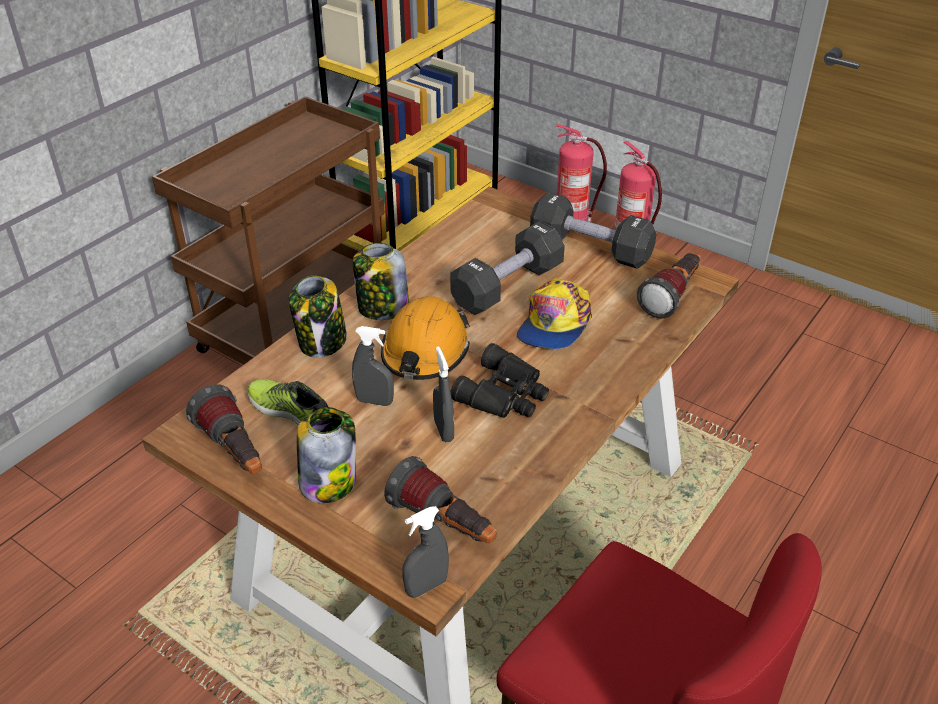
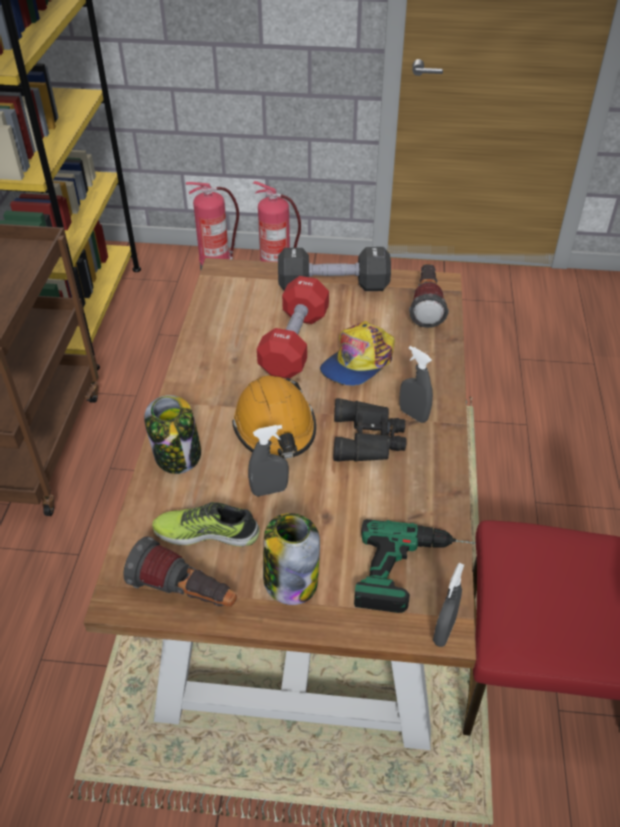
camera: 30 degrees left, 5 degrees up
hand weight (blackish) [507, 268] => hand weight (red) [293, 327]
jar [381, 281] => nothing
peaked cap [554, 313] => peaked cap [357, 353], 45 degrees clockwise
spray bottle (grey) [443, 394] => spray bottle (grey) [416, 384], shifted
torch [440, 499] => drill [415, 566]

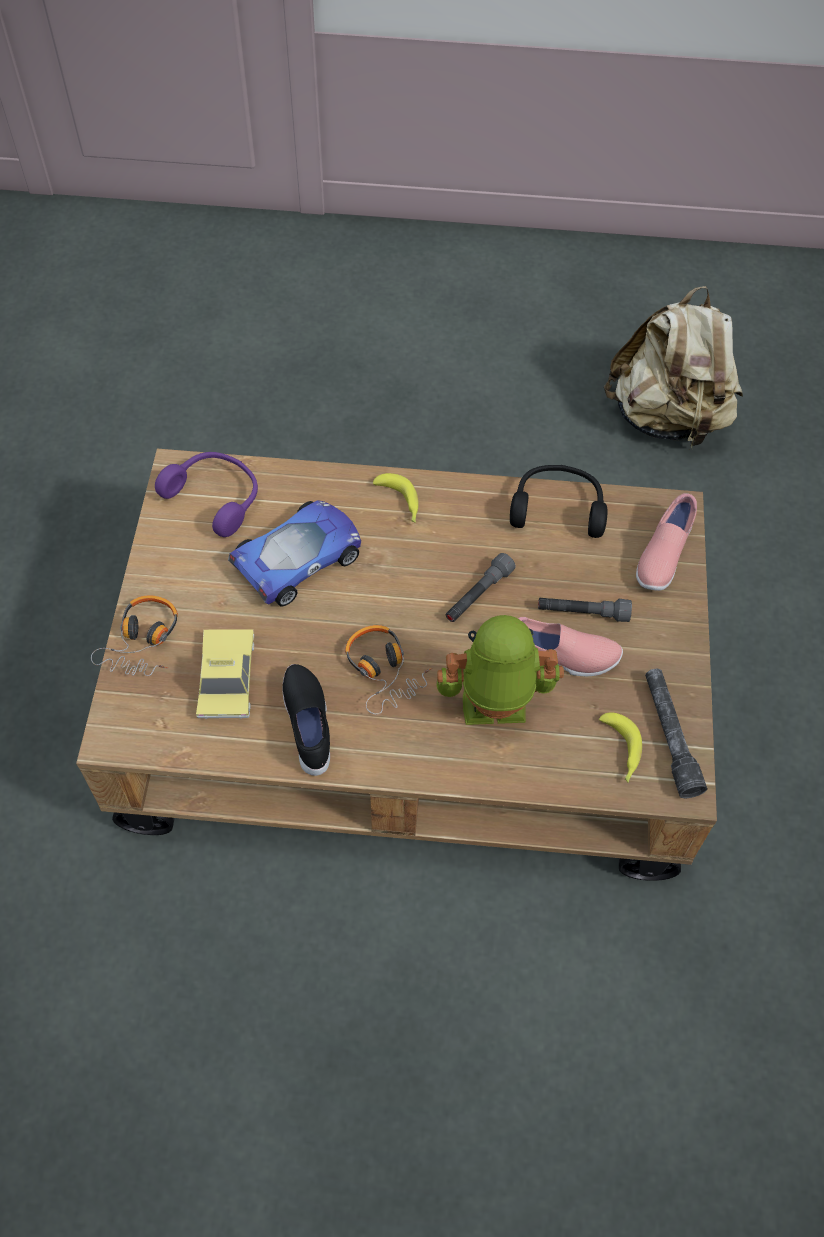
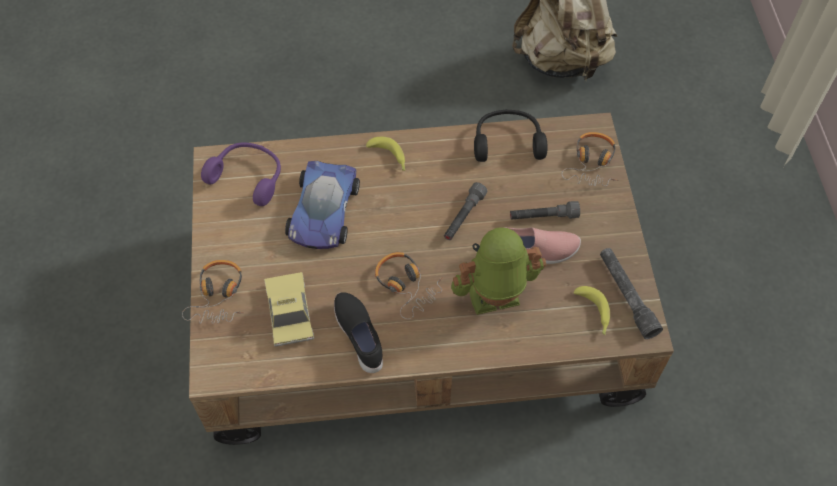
camera: 10 degrees left, 0 degrees up
low shoe (pinkish) [666, 542] => pair of headphones [589, 159]
toy car [294, 553] => toy car [322, 205], 150 degrees clockwise

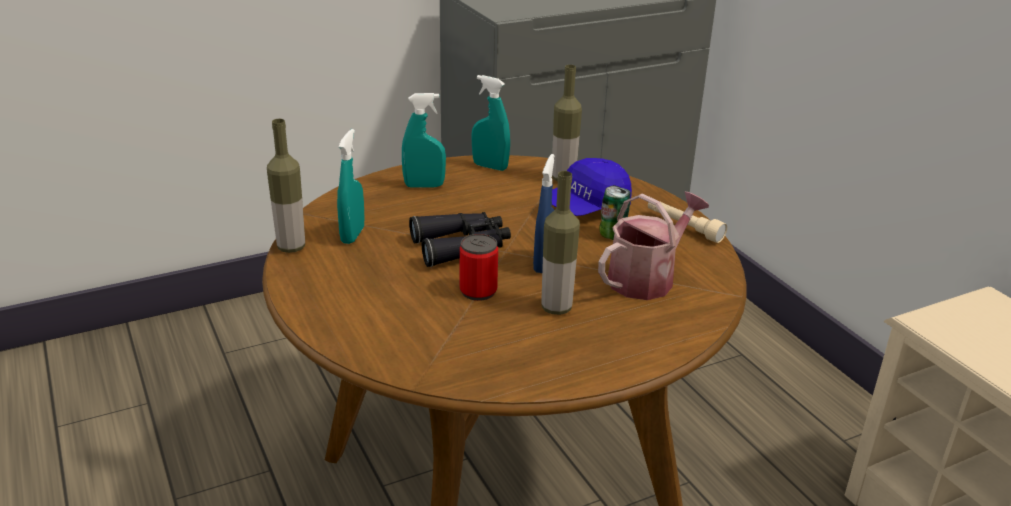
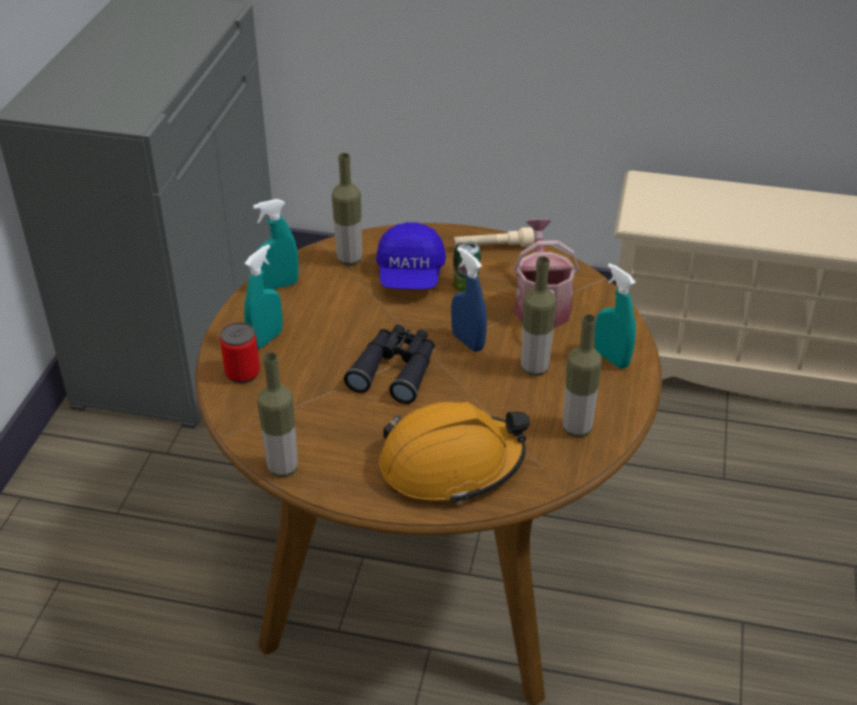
camera: 50 degrees left, 10 degrees up
spray bottle (turquoise) [350, 186] => spray bottle (turquoise) [615, 316], shifted
can [479, 267] => can [240, 352], shifted
nothing => drink bottle [582, 375]
nothing => work helmet (orange) [454, 453]

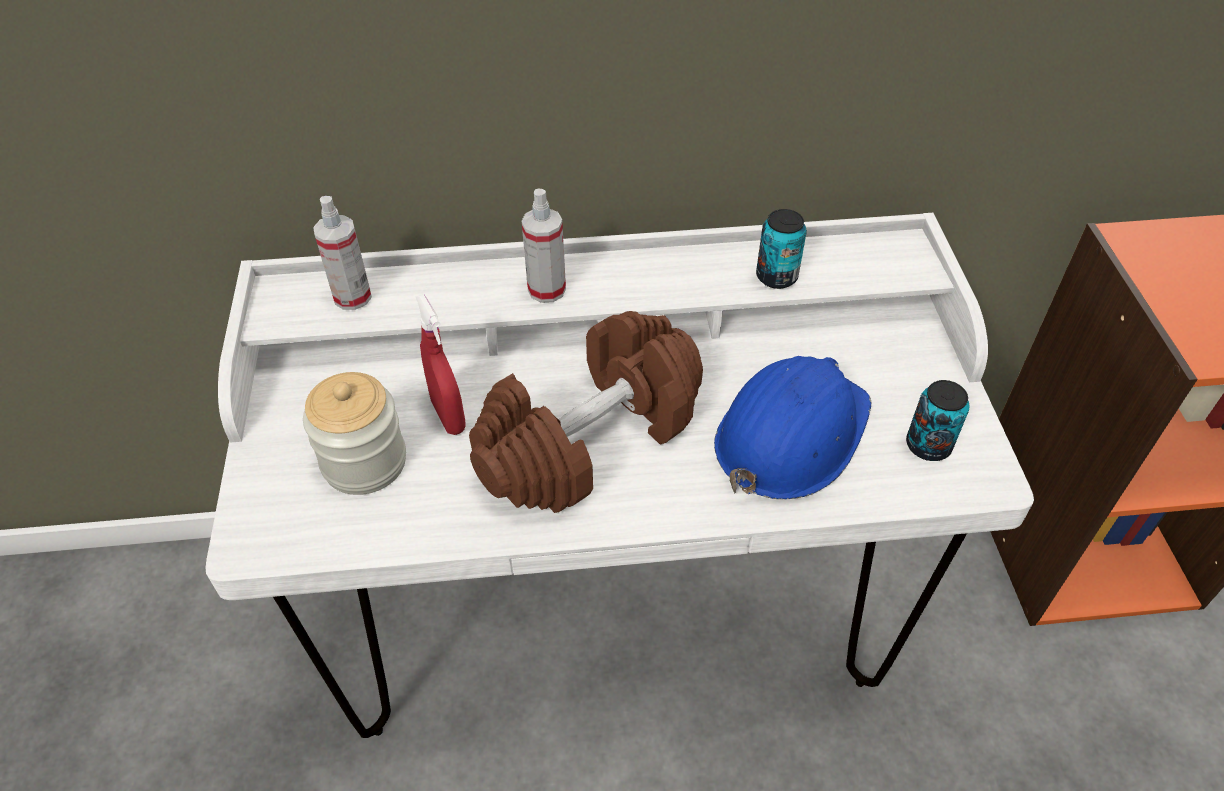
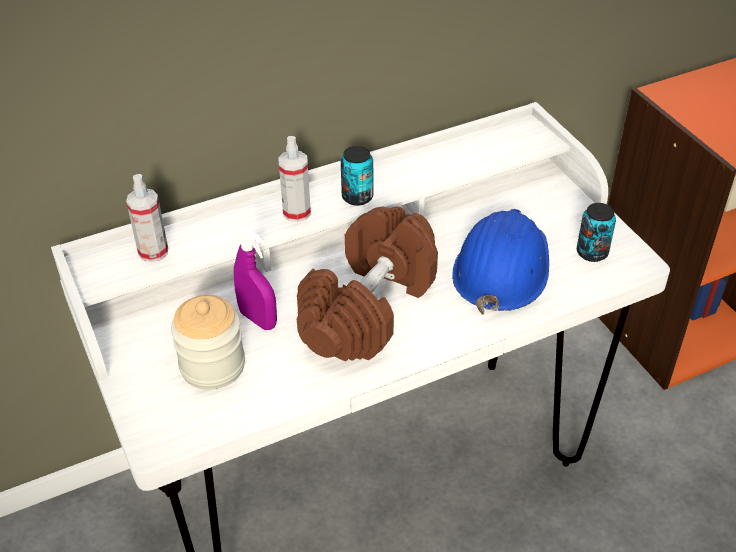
camera: 20 degrees left, 5 degrees down
can [781, 249] => can [357, 176], shifted
spray bottle (red) [441, 364] => spray bottle (purplish) [255, 277]

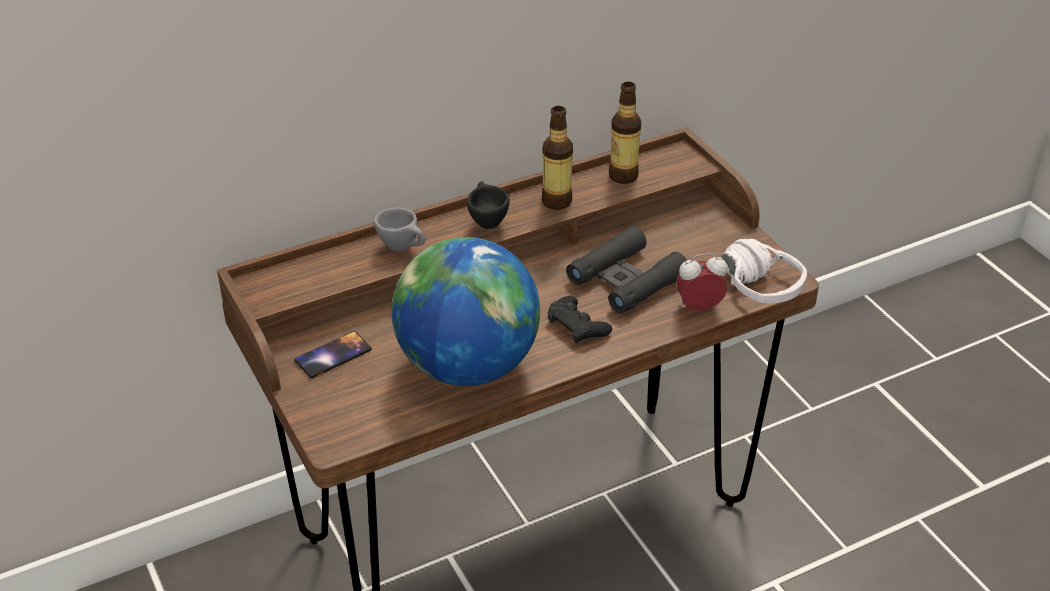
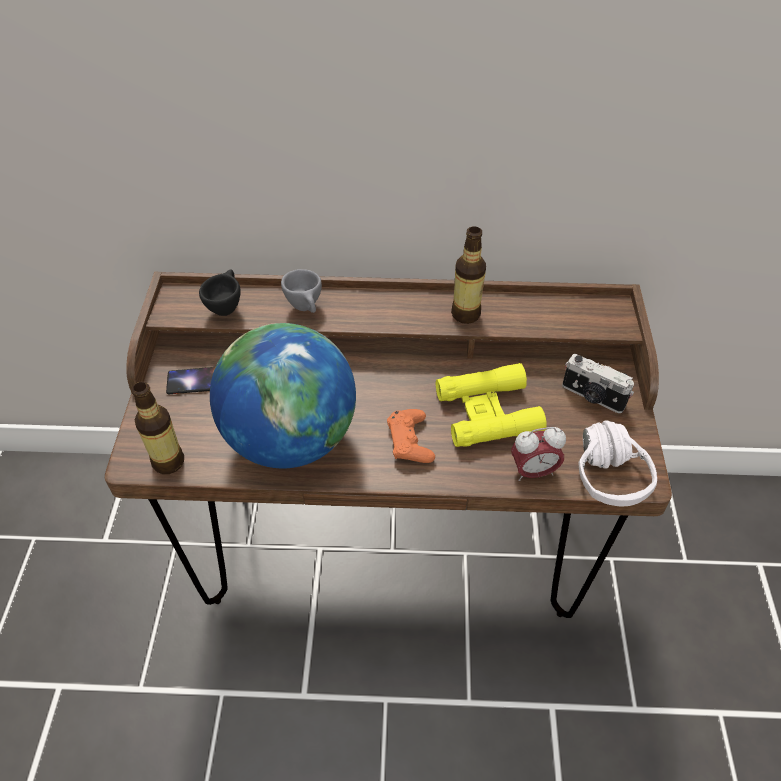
camera: 30 degrees right, 10 degrees up
drink bottle [625, 133] => drink bottle [157, 428], shifted
cup (blackish) [488, 205] => cup (blackish) [220, 292], shifted
field glasses (blackish) [626, 270] => field glasses (yellow) [491, 405]
bedside clock [702, 282] => bedside clock [538, 454], 150 degrees clockwise
joypad (blackish) [579, 319] => joypad (orange) [411, 436]
nothing => still camera [598, 383]

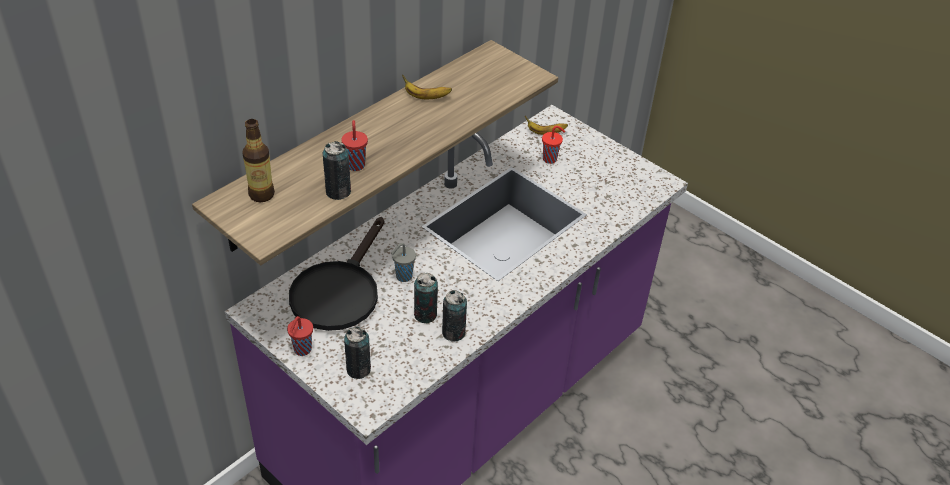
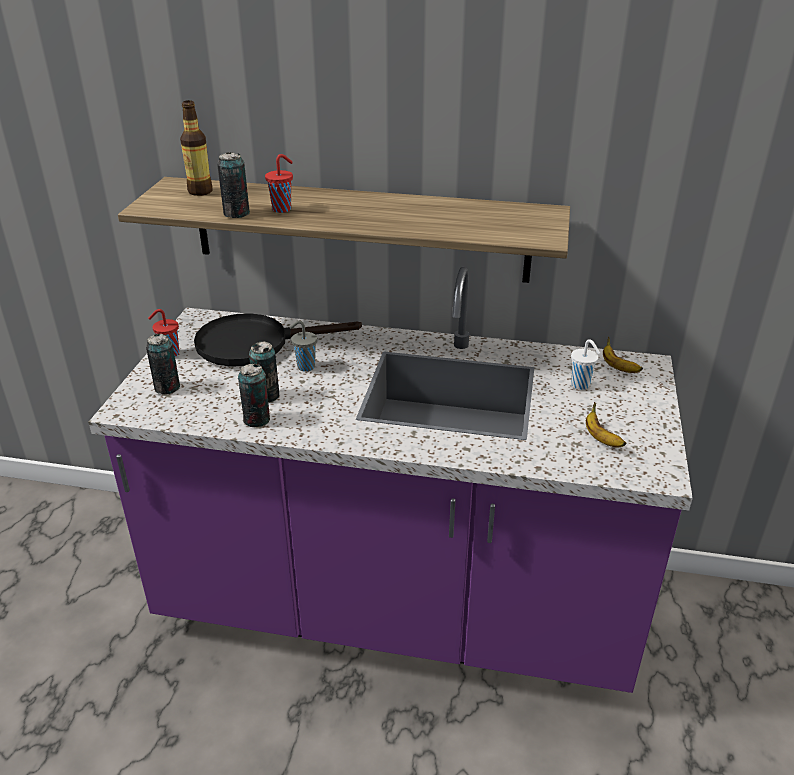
camera: 60 degrees right, 10 degrees down
banana fruit [427, 87] => banana fruit [606, 424], shifted
cup (red) [553, 145] => cup (white) [585, 364]

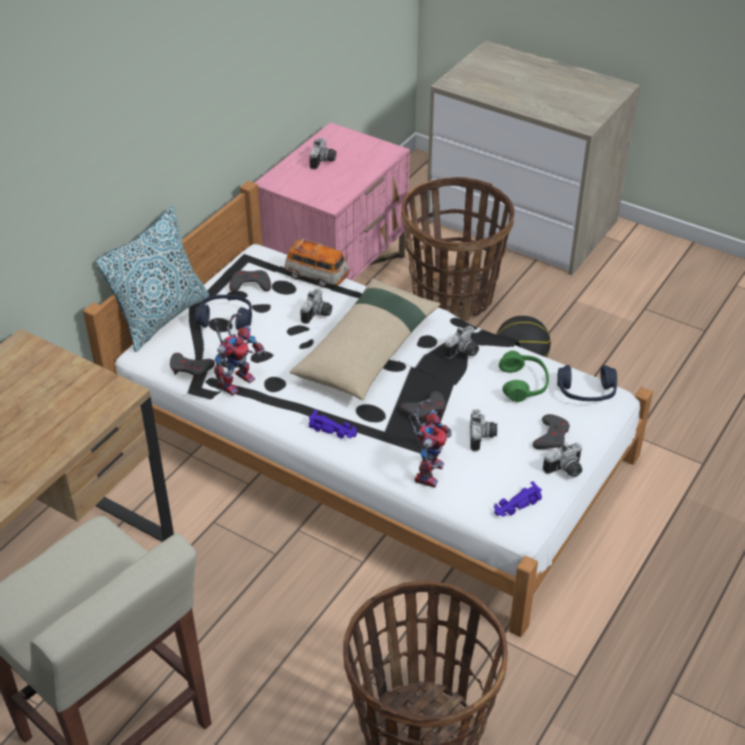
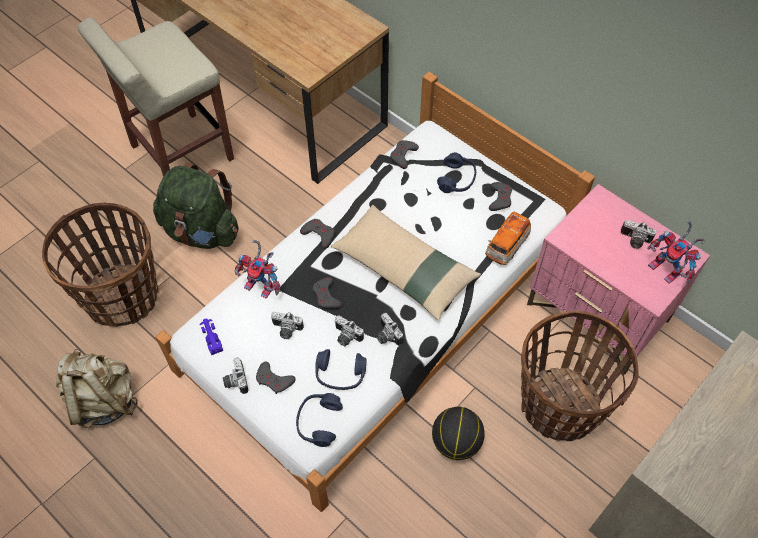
camera: 100 degrees right, 15 degrees up
throw pillow [152, 279] => nothing
still camera [316, 306] => still camera [349, 331], shifted
toy robot [239, 354] => toy robot [676, 252], shifted
pair of headphones (green) [524, 376] => pair of headphones (bluish) [341, 369]
toy car (purplish) [333, 424] => joypad (grey) [317, 234]
nothing => backpack (green) [195, 206]
nothing => backpack (beige-coloured) [97, 388]

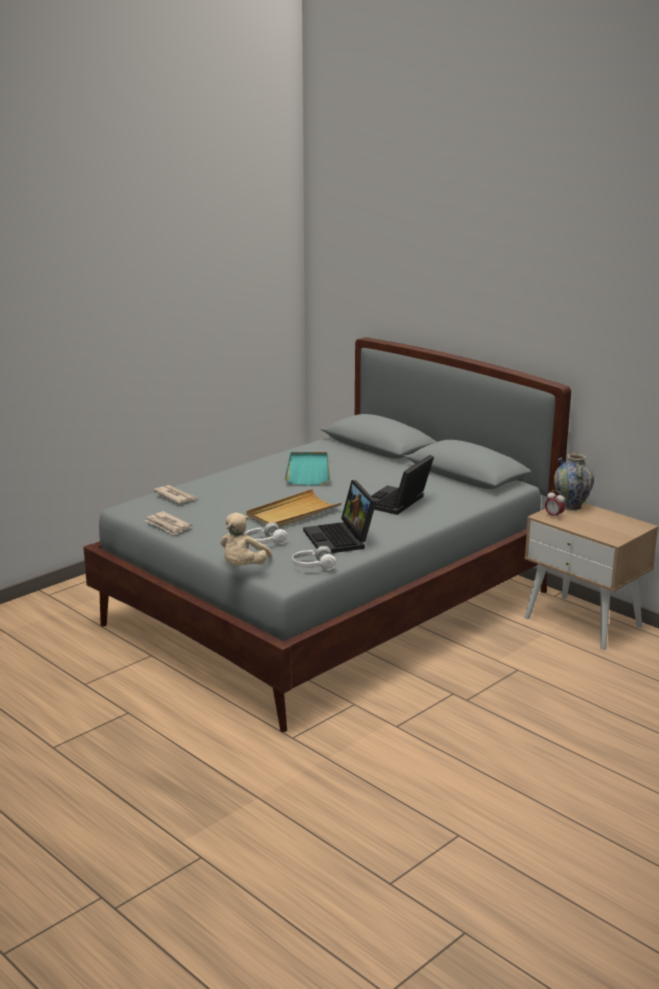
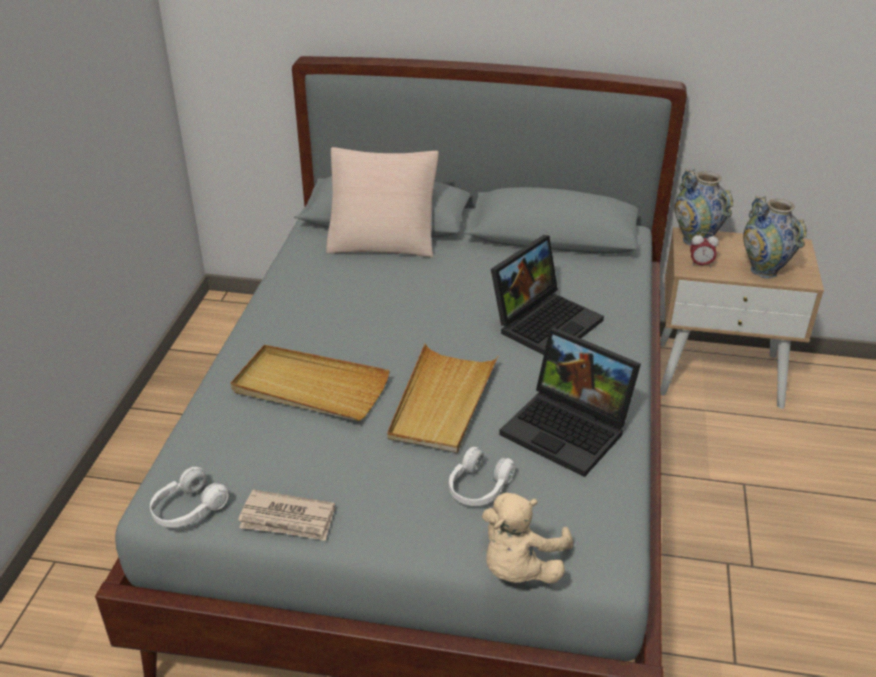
camera: 35 degrees left, 15 degrees up
tray (turquoise) [307, 469] => nothing
notebook computer [402, 485] => notebook computer [547, 295], 135 degrees counterclockwise
printed paper [175, 494] => nothing
cuddly toy (beige-coloured) [246, 539] => cuddly toy (beige-coloured) [527, 538], 45 degrees clockwise
pair of headphones (white) [314, 558] => pair of headphones (white) [189, 497], shifted
nothing => throw pillow (beige-coloured) [382, 202]
nothing => flower vase [775, 237]
nothing => tray (beige-coloured) [310, 383]

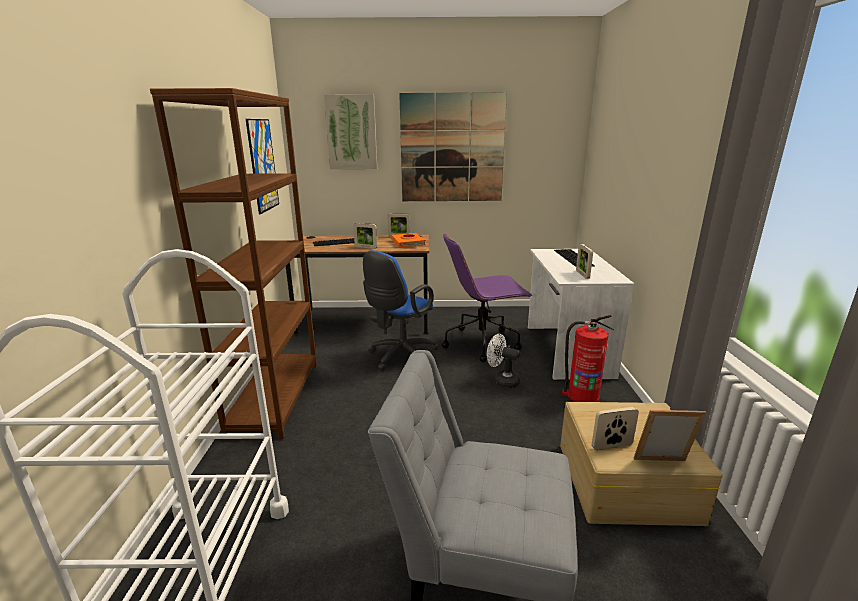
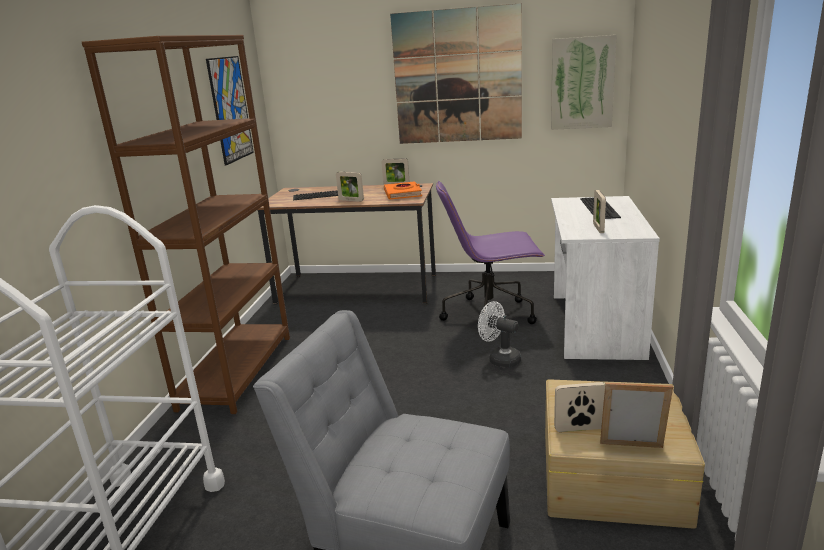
camera: 10 degrees right, 0 degrees up
wall art [350, 131] => wall art [584, 82], shifted
computer chair (bluish) [401, 310] => nothing
fire-fighting cylinder [588, 358] => nothing

